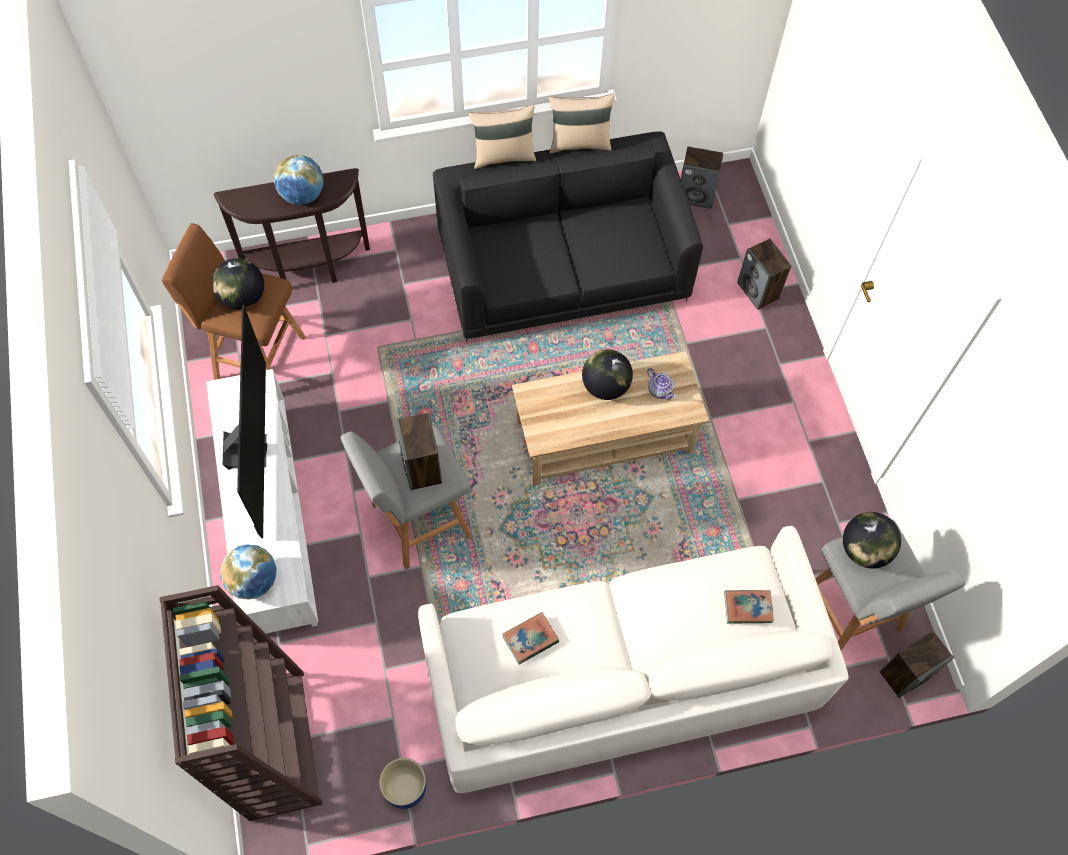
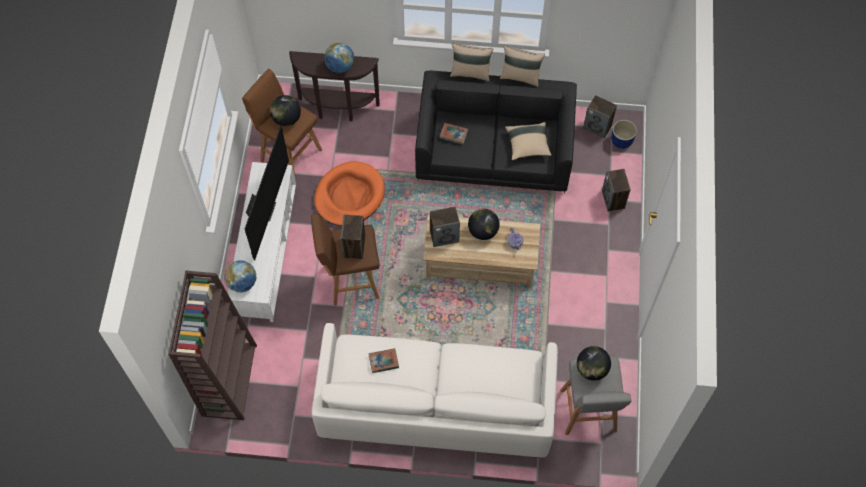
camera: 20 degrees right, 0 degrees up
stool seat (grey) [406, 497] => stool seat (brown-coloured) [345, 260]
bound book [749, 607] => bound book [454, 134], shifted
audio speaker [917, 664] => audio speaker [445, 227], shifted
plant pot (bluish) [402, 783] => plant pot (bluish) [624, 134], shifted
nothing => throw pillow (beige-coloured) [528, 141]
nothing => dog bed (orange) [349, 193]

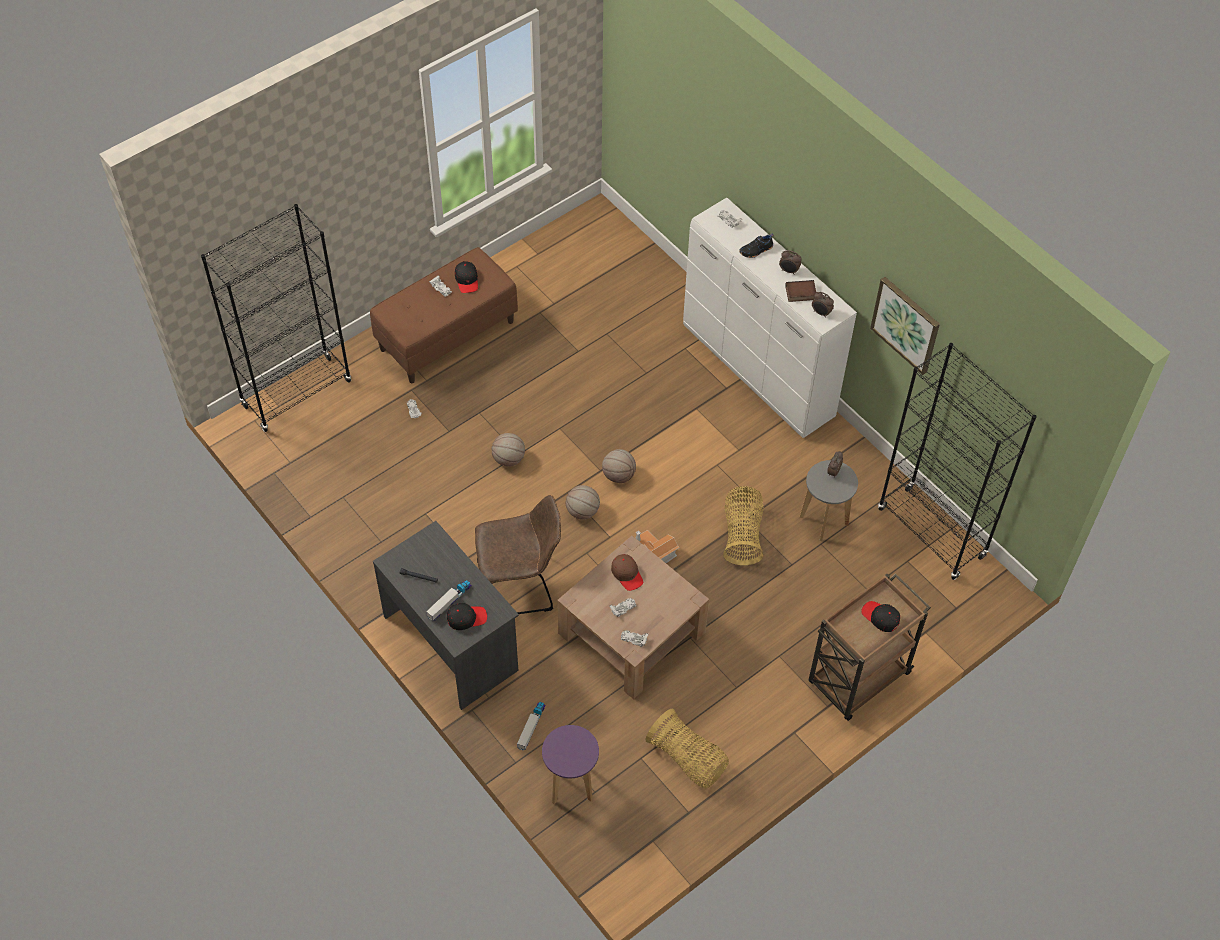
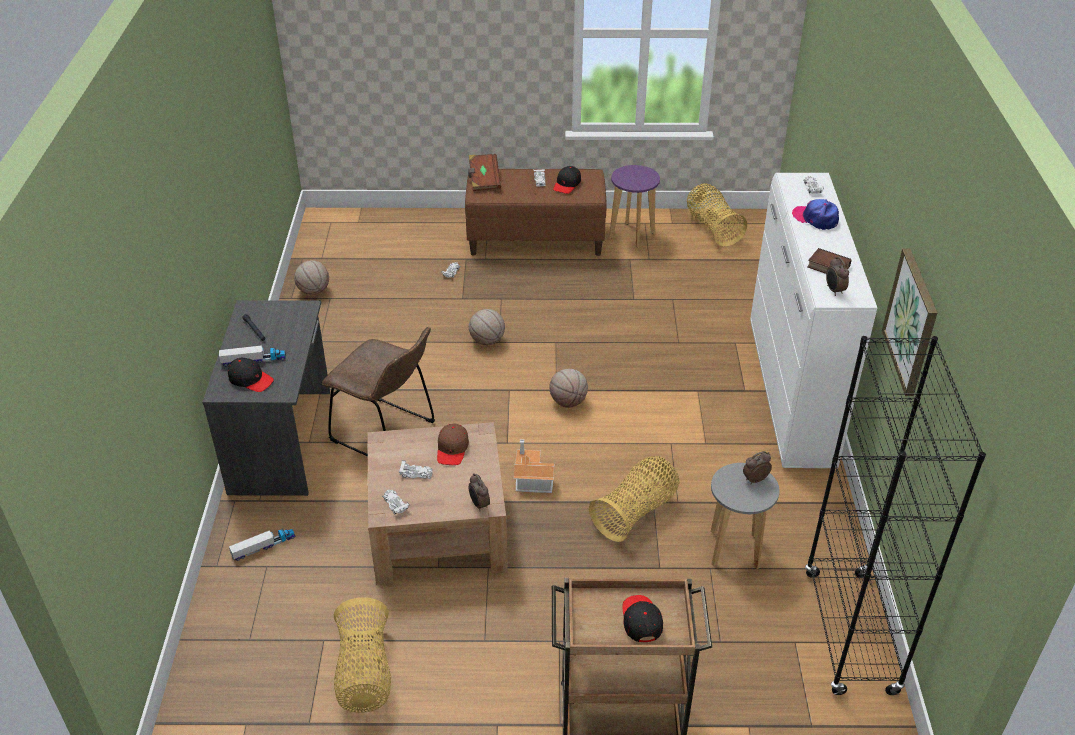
camera: 40 degrees right, 15 degrees down
shelving unit (blackish) [276, 318] => nothing
low shoe (blackish) [756, 246] => peaked cap [815, 214]
bedside clock [790, 262] => bedside clock [479, 492], shifted
basketball ball [583, 502] => basketball ball [311, 277], shifted
stool seat (purplish) [570, 764] => stool seat (purplish) [634, 206], shifted
nothing => bound book (brown-coloured) [484, 172]
nothing => storage basket [717, 214]

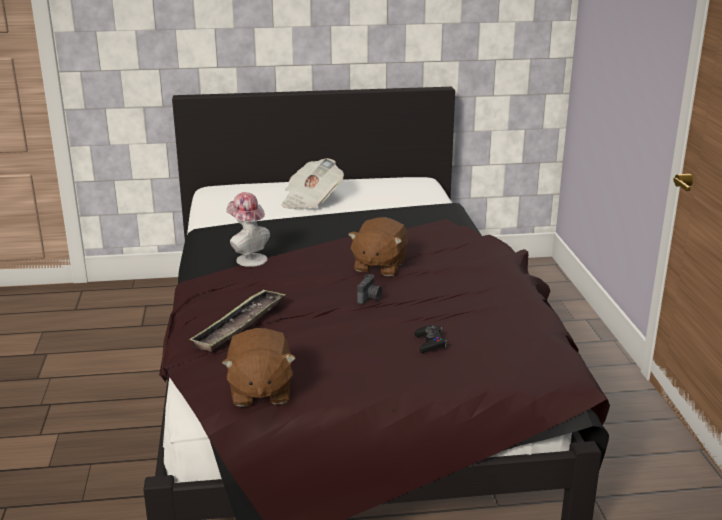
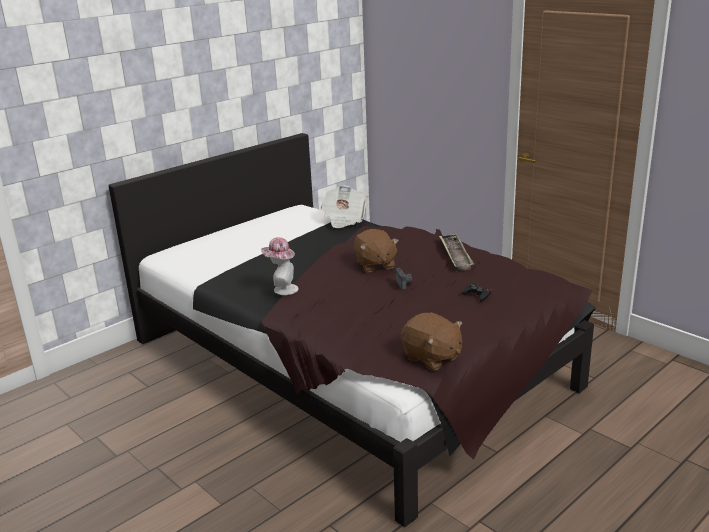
camera: 35 degrees left, 0 degrees up
printed paper [312, 183] => printed paper [344, 206], shifted
tray [237, 320] => tray [456, 252], shifted

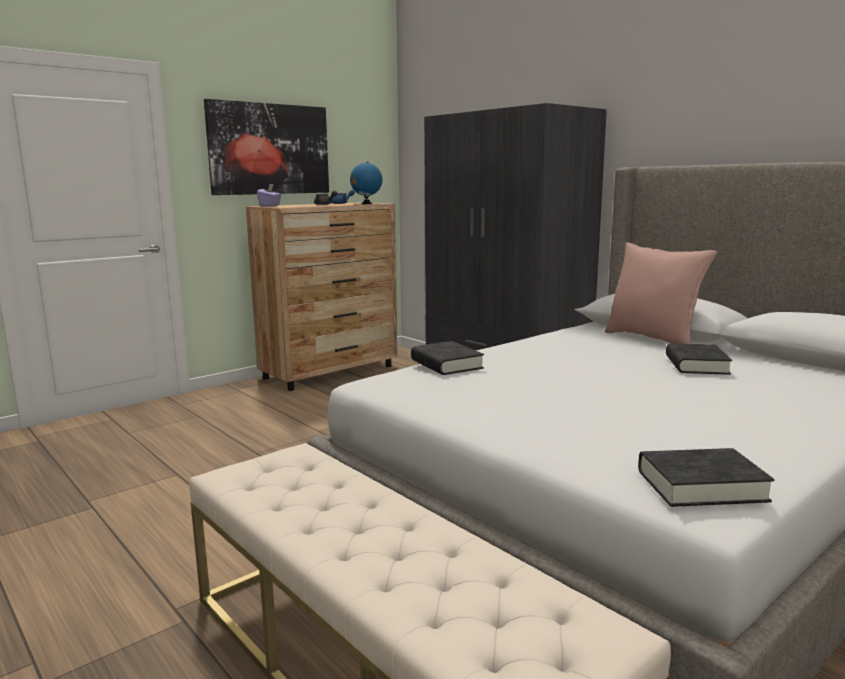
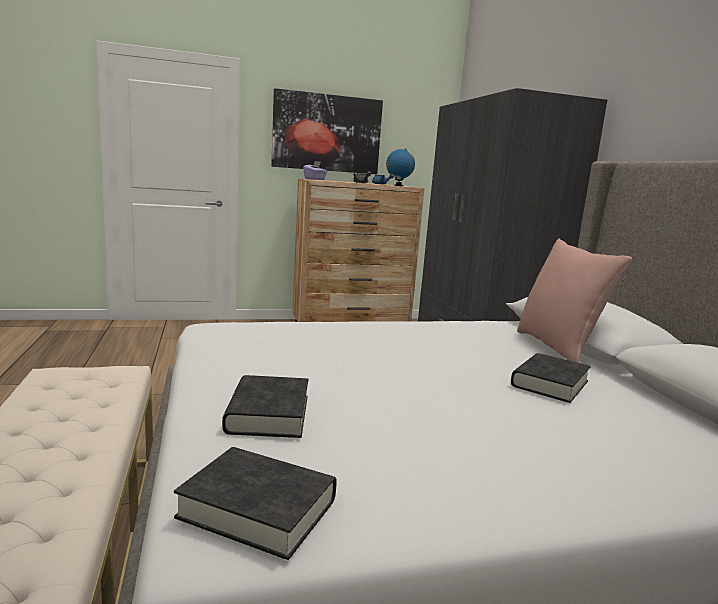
camera: 25 degrees right, 0 degrees up
bound book (blackish) [447, 358] => bound book (blackish) [265, 406], shifted

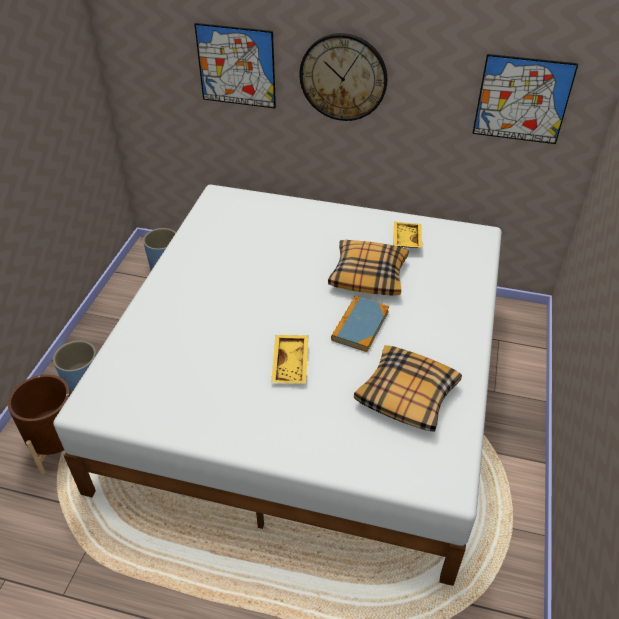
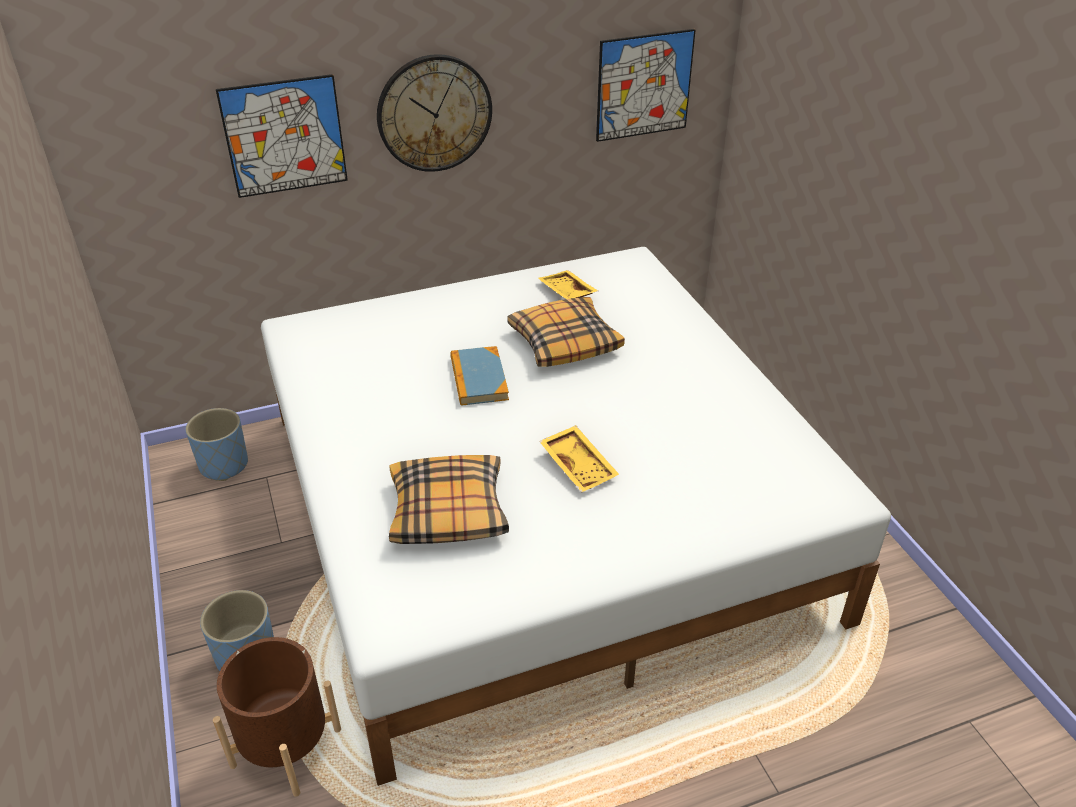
camera: 35 degrees left, 5 degrees down
bound book [360, 324] => bound book [479, 376], shifted
throw pillow [408, 388] => throw pillow [449, 499], shifted

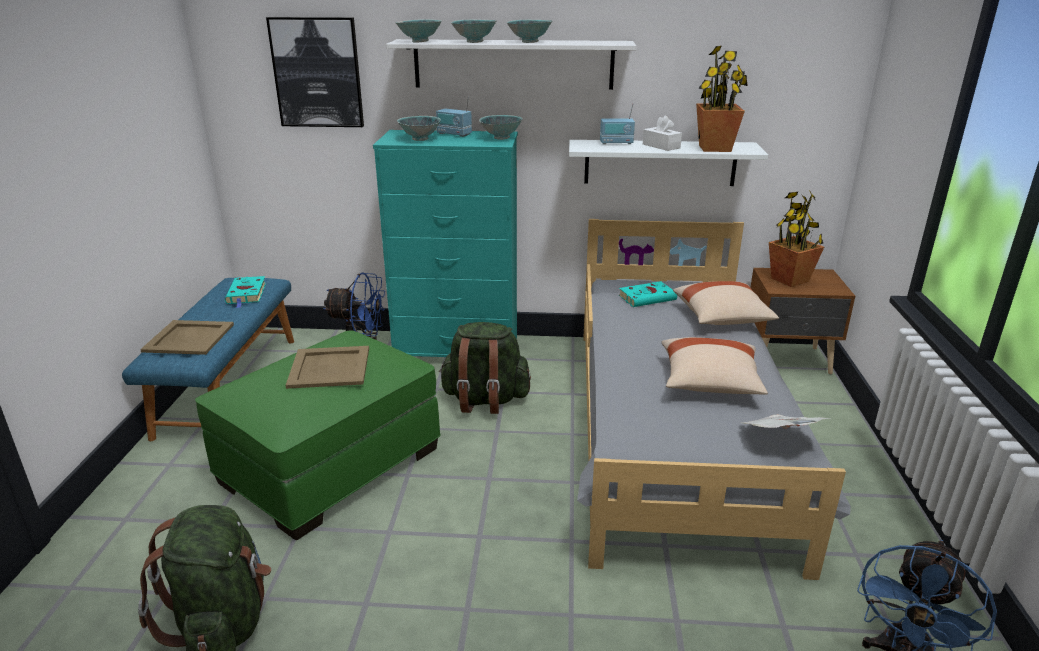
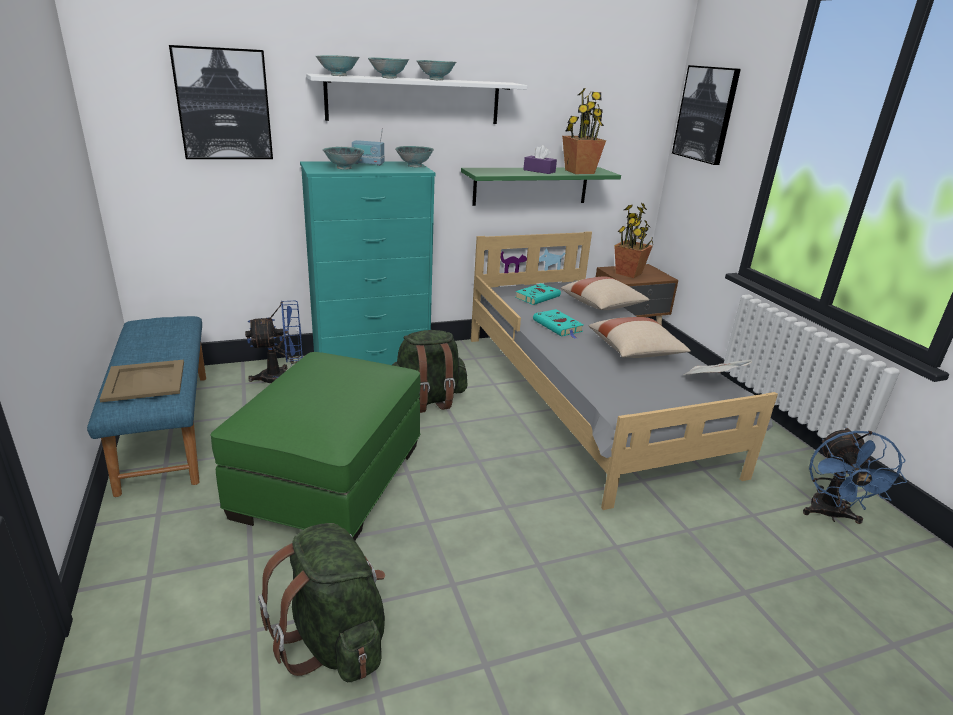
camera: 25 degrees left, 0 degrees up
radio receiver [617, 124] => nothing
tissue box (white) [662, 133] => tissue box (purplish) [540, 159]
shelf (white) [668, 163] => shelf (green) [541, 186]
bound book (turquoise) [245, 292] => bound book (turquoise) [558, 324], shifted
tray (beige-coloured) [327, 367] => nothing
nothing => wall art [706, 115]

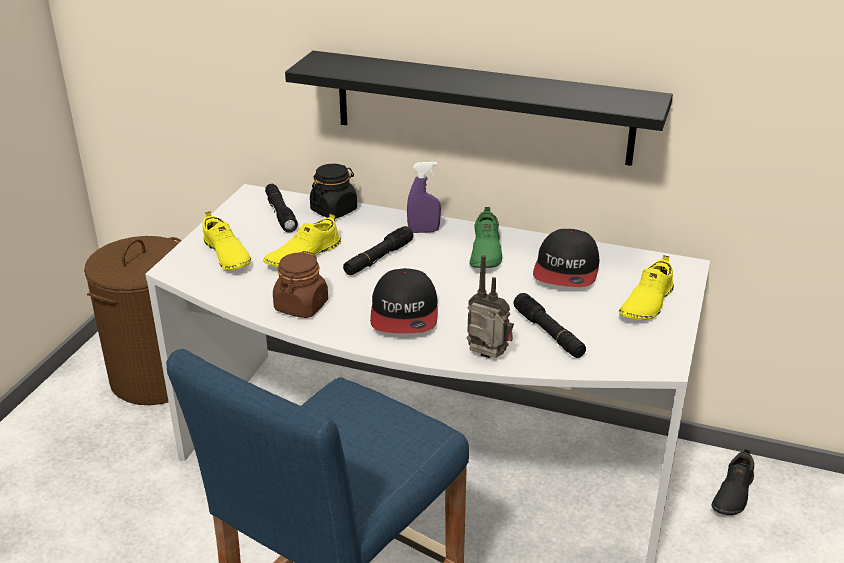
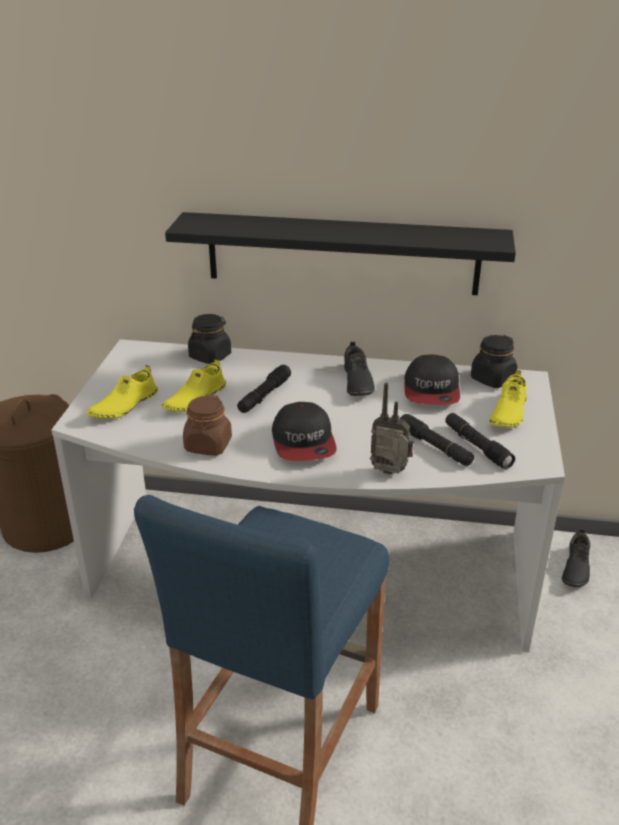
camera: 10 degrees left, 0 degrees up
spray bottle (purplish) [424, 197] => nothing
torch (blackish) [281, 208] => torch (blackish) [480, 441], shifted
low shoe (green) [485, 237] => low shoe (blackish) [359, 369]
low shoe (yellow) [227, 240] => low shoe (yellow) [122, 392], 75 degrees clockwise
nothing => jar (blackish) [494, 361]

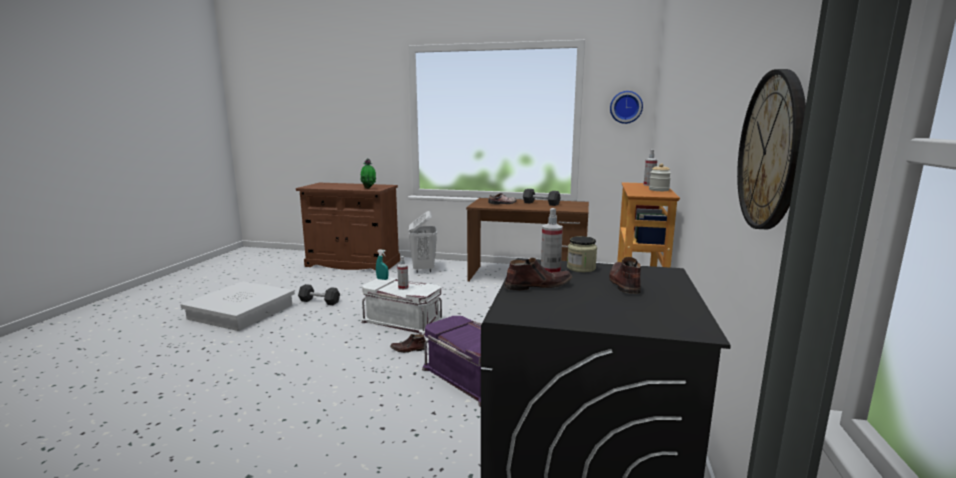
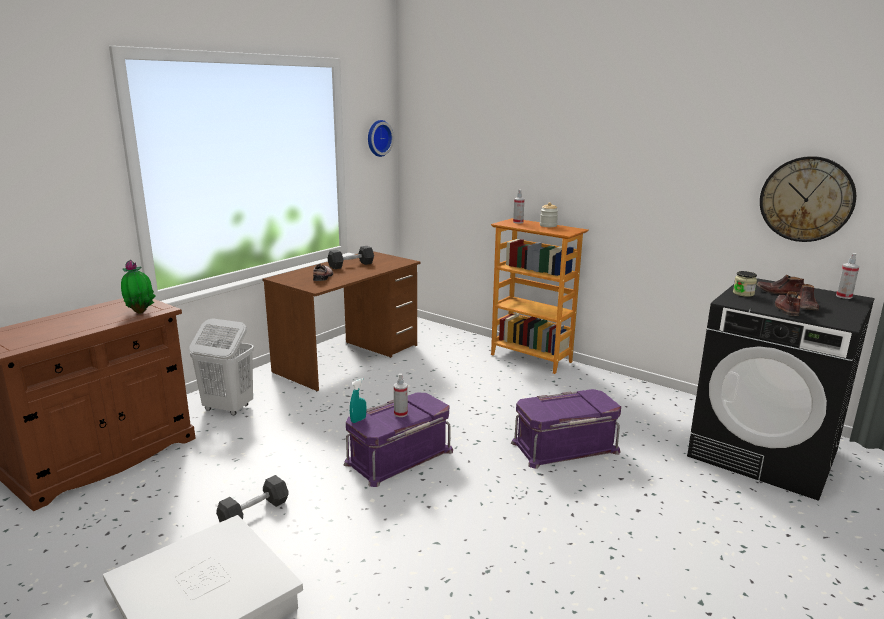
camera: 65 degrees left, 5 degrees up
spray bottle [552, 240] => spray bottle [848, 276], shifted
storage container (white) [402, 306] => storage container (purplish) [398, 439]
low shoe (brown-coloured) [408, 343] => low shoe (brown-coloured) [809, 297], shifted

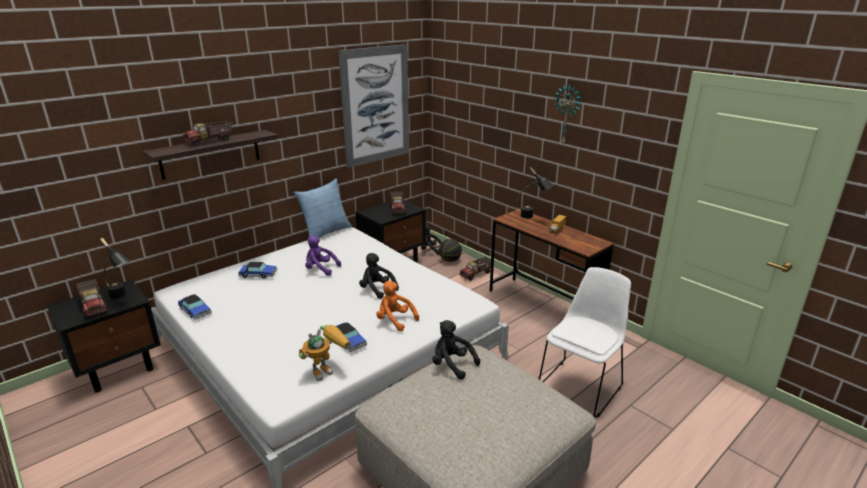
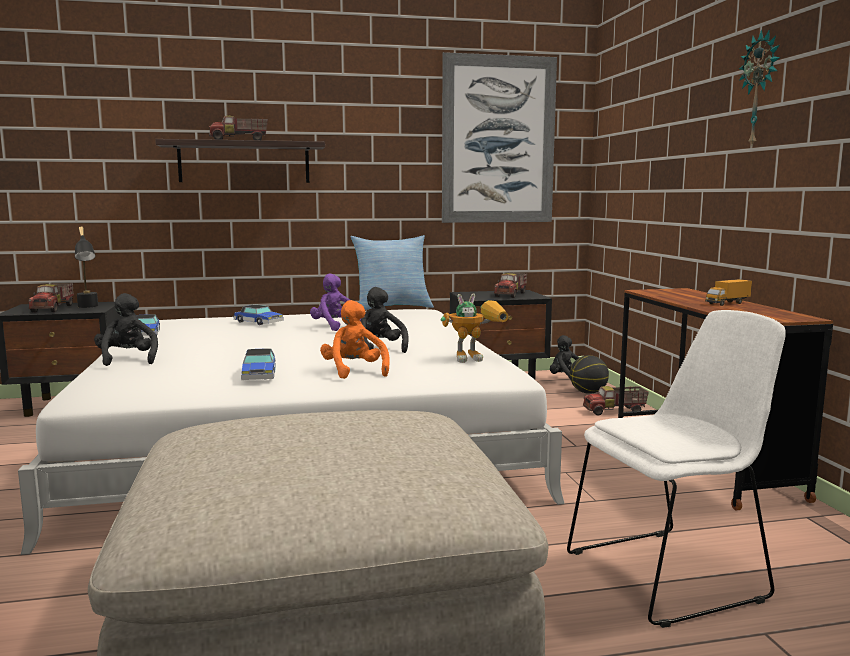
camera: 30 degrees right, 15 degrees down
tabletop lamp (blackish) [535, 192] => nothing
cuddly toy (blackish) [456, 350] => cuddly toy (blackish) [126, 329], shifted
toy robot [325, 353] => toy robot [475, 328], shifted

